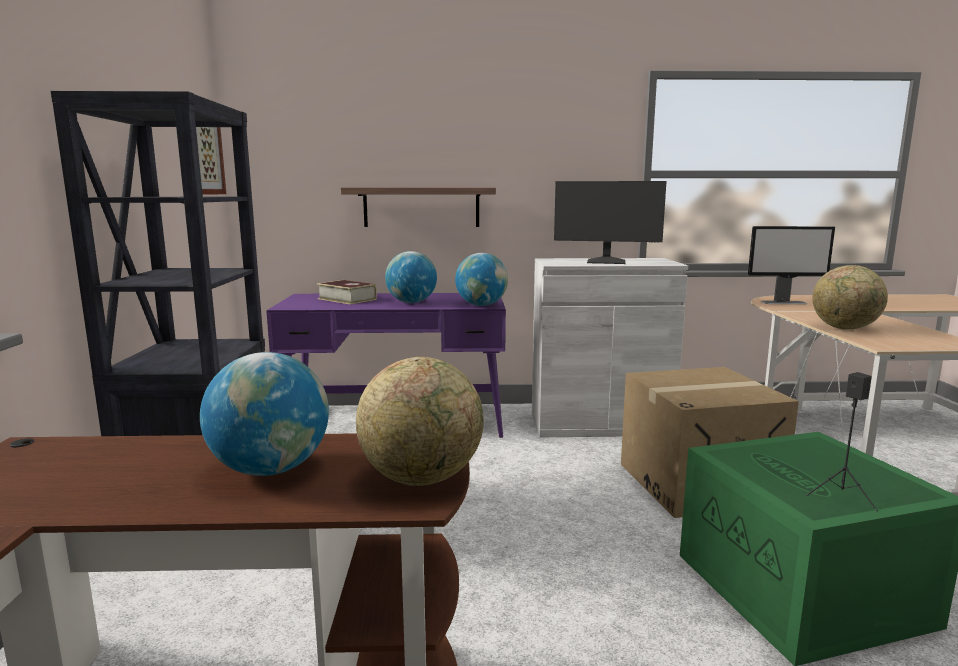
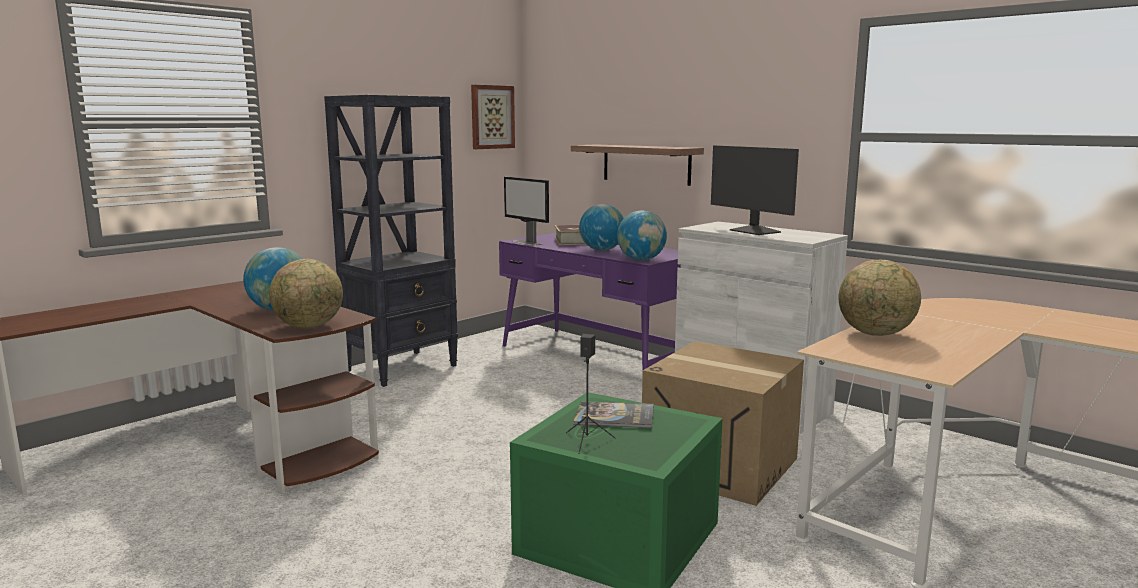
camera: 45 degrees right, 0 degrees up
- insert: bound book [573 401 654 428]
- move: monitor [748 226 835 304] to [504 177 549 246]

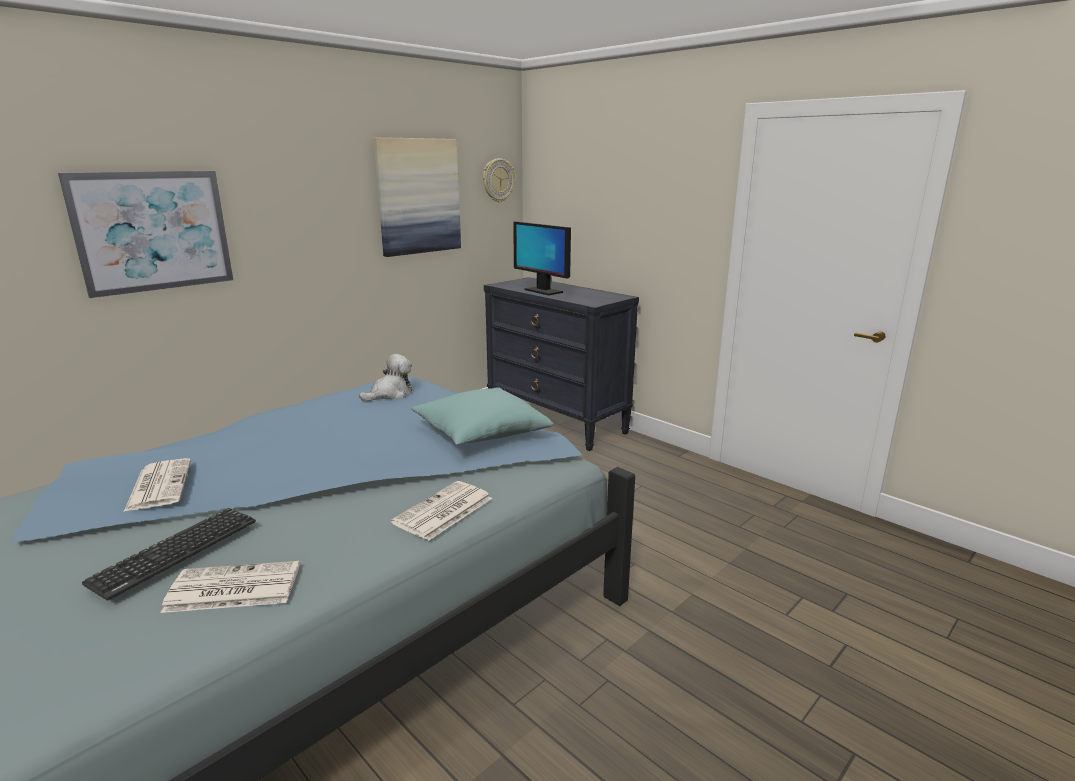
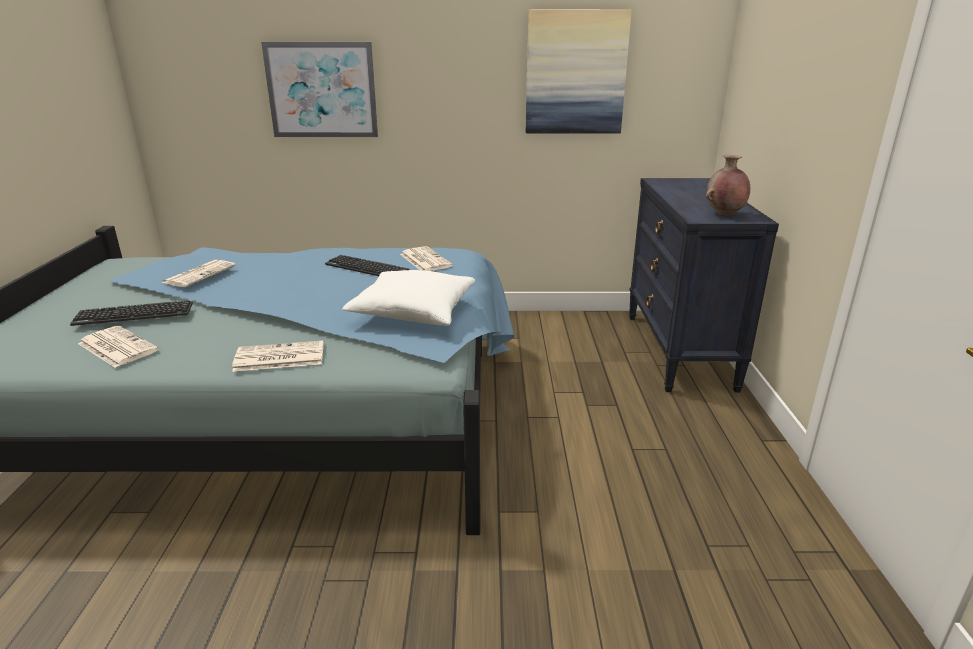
camera: 45 degrees right, 5 degrees up
- delete: hanging clock [483 159 515 202]
- delete: monitor [513 221 571 295]
- insert: keyboard [325 255 409 276]
- insert: brownish flower vase [706 155 750 216]
- replace: cuddly toy [359 354 412 401] to daily paper [400 246 453 271]
- recolor: turquoise-coloured throw pillow [411 387 554 445] to whitish throw pillow [342 270 475 326]

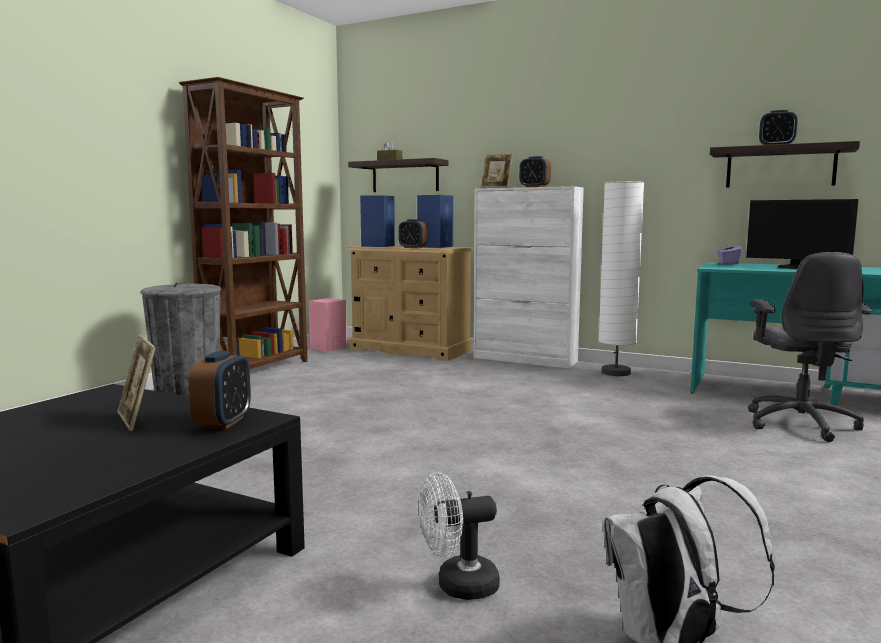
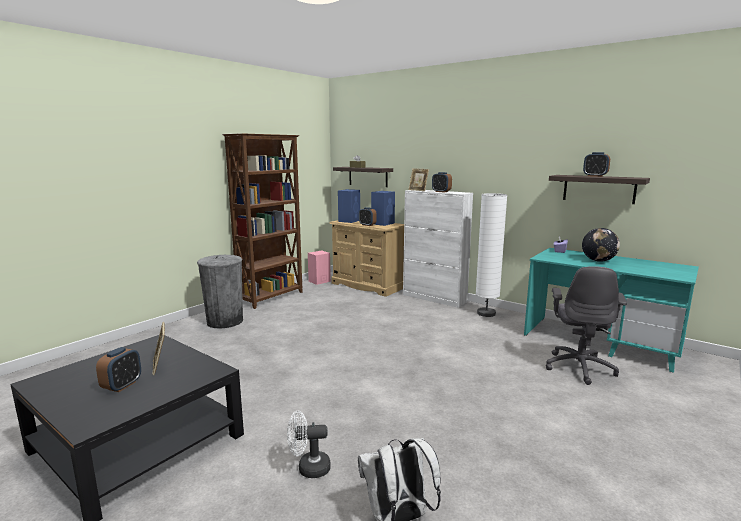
camera: 10 degrees right, 5 degrees up
- move: bedside clock [189 351 251 429] to [96 347 141 392]
- replace: monitor [746 199 859 269] to desk globe [582 228 620 262]

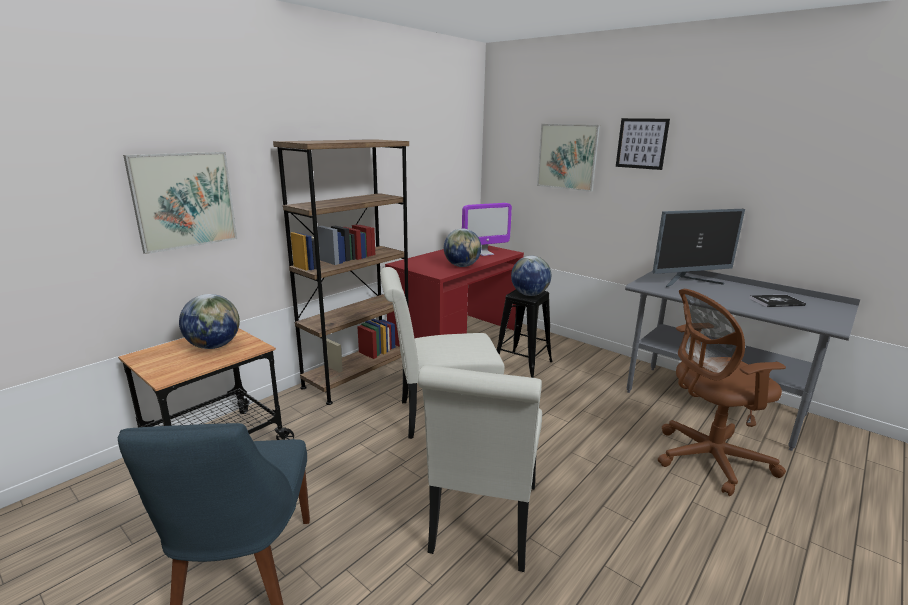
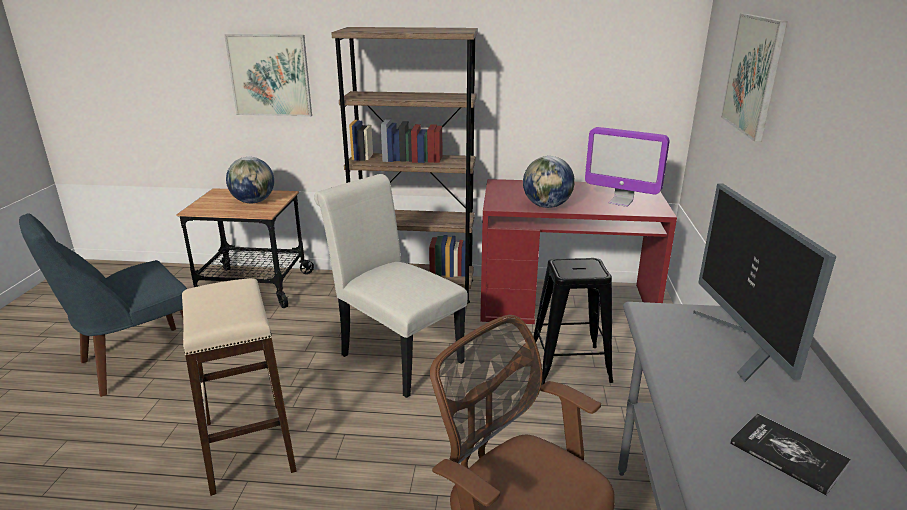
camera: 55 degrees right, 5 degrees up
- delete: desk globe [511 256 551 296]
- delete: wall art [616 118 670 170]
- replace: whitish plain chair [418 365 542 572] to beige-coloured stool [182 278 297 496]
- rotate: monitor [653 209 745 287] = [693 183 836 382] 45 degrees clockwise

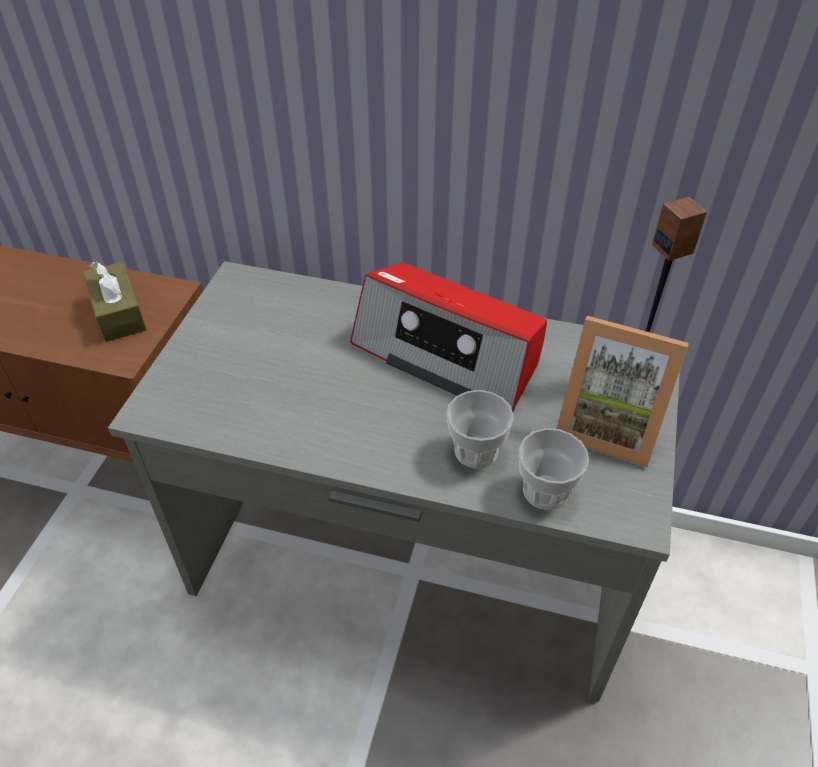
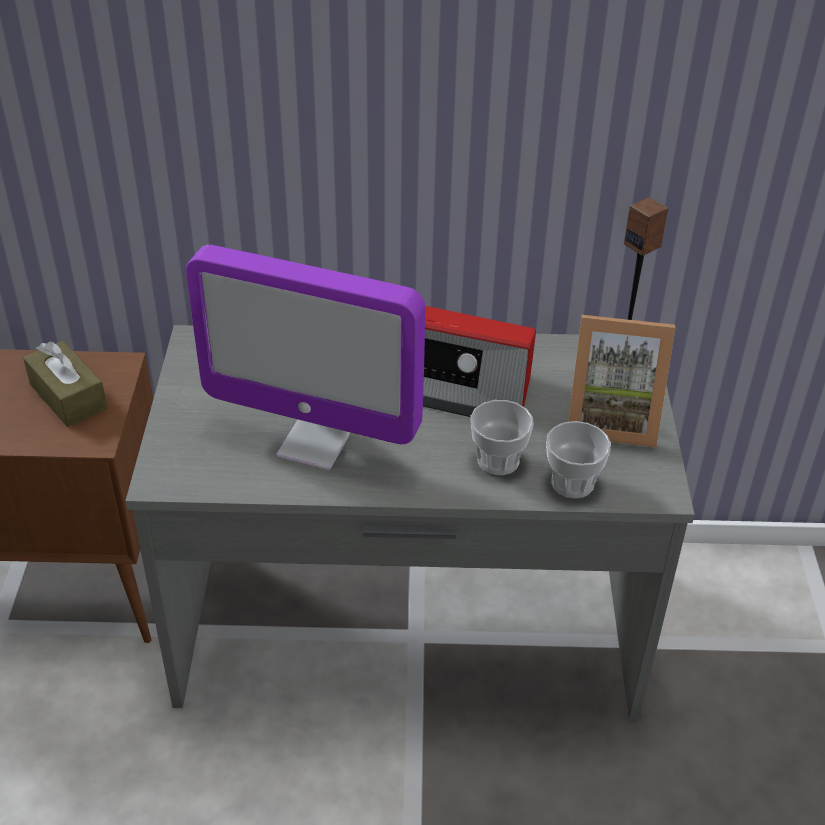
camera: 15 degrees left, 5 degrees down
- insert: monitor [186 245 425 470]

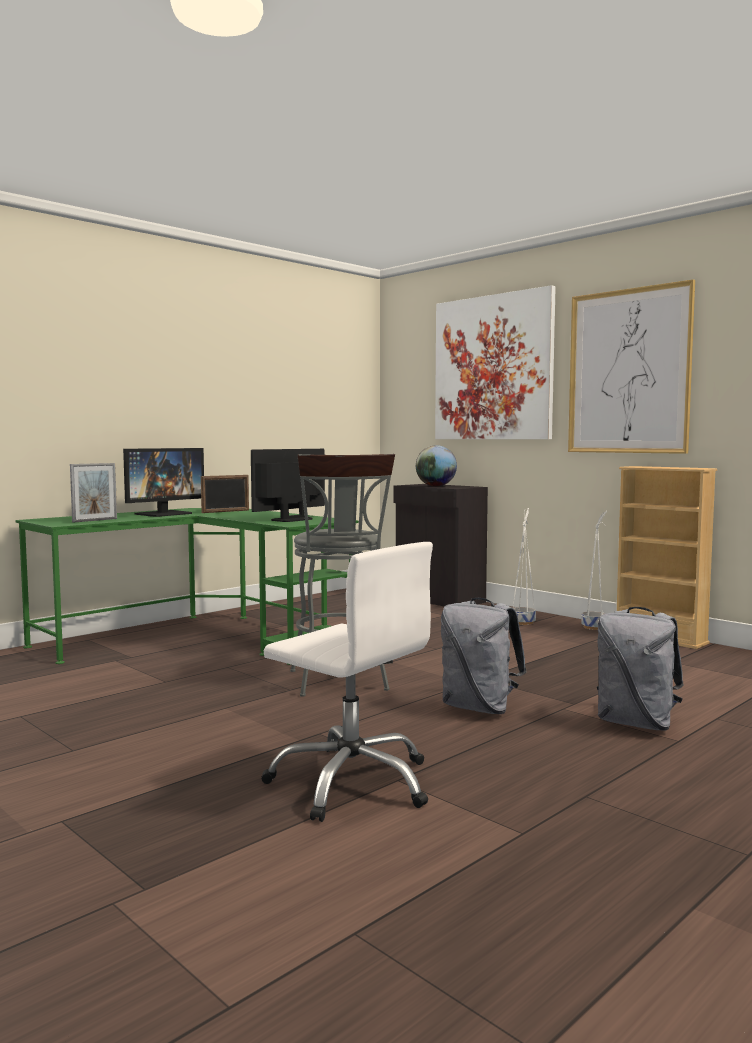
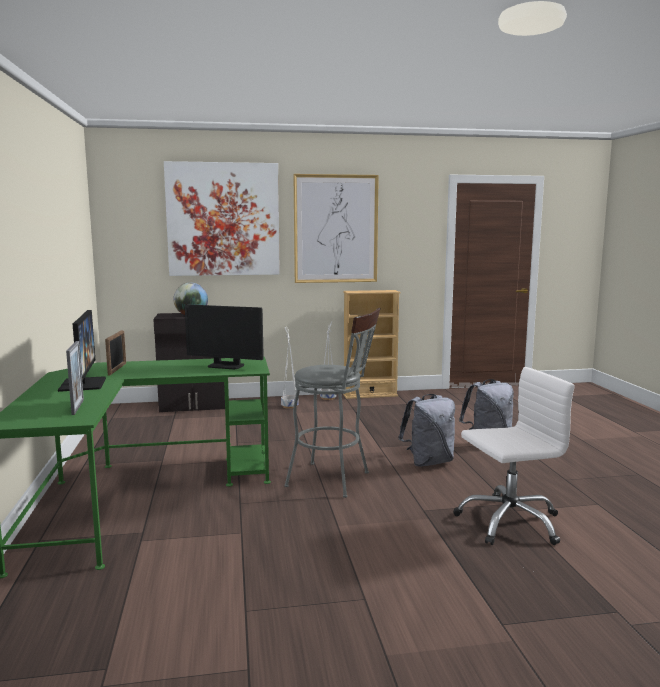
camera: 55 degrees left, 5 degrees up
- rotate: monitor [251 449 325 522] = [185 304 264 369] 60 degrees counterclockwise

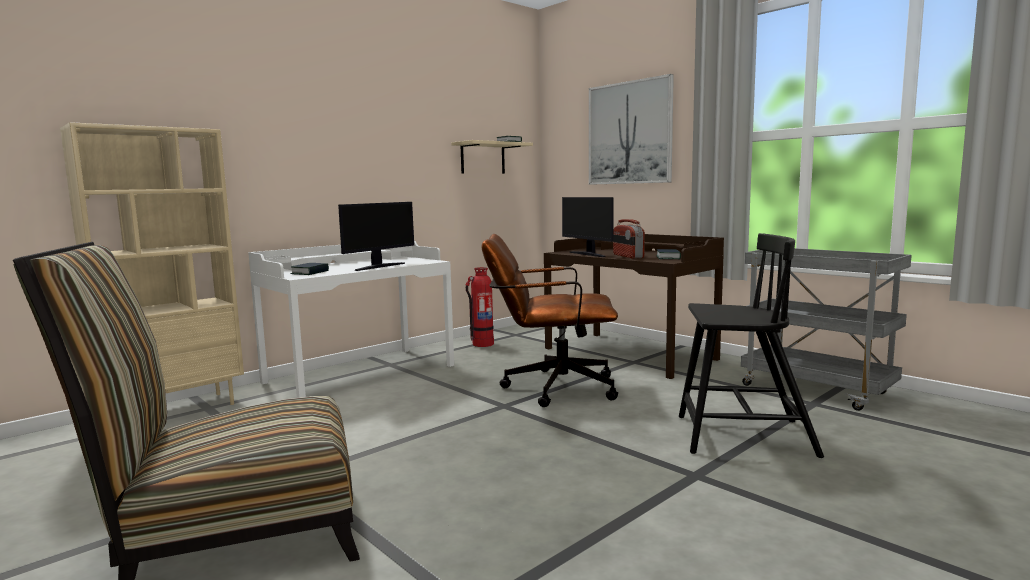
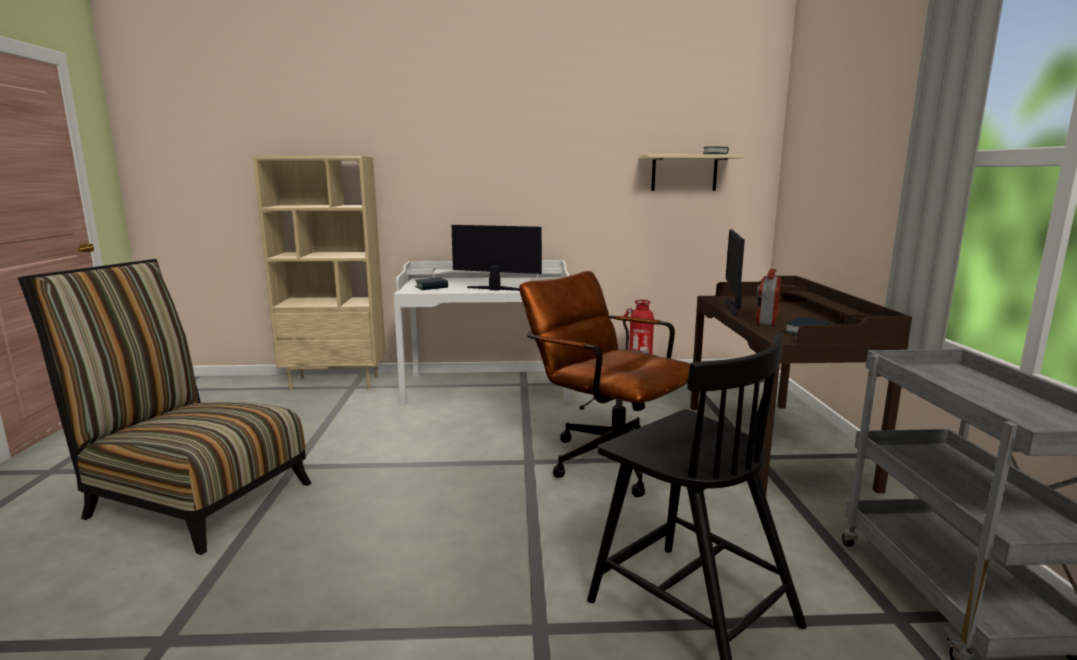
camera: 40 degrees right, 5 degrees up
- delete: wall art [589 74 674 185]
- rotate: monitor [338 202 414 271] = [452 225 542 291] 150 degrees counterclockwise

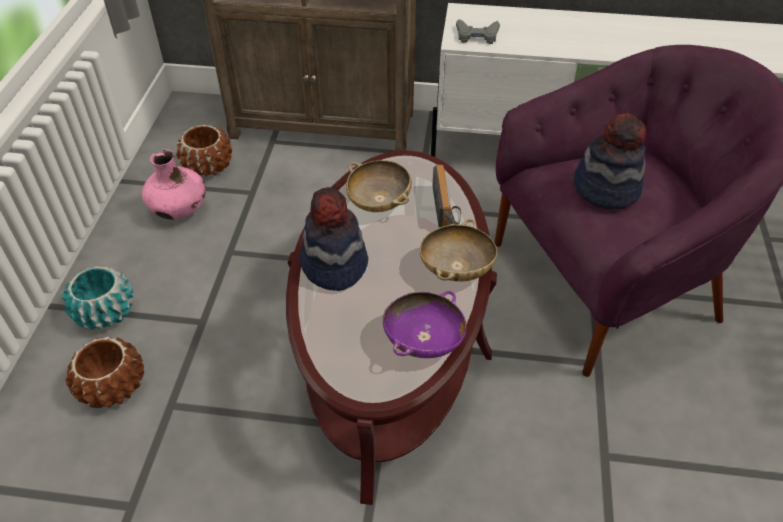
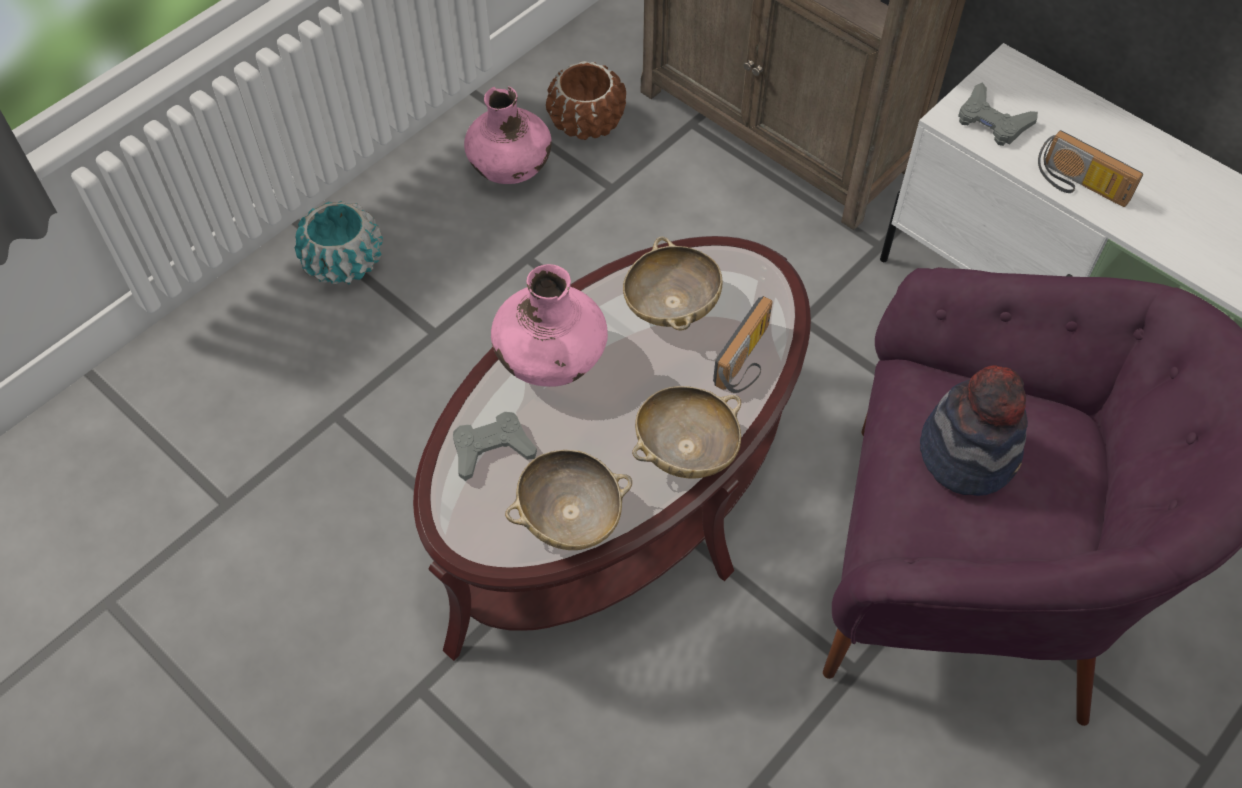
camera: 35 degrees right, 10 degrees up
- delete: brownish flower pot [65 336 144 408]
- insert: grey game controller [453 412 537 481]
- insert: radio [1038 130 1143 207]
- replace: clothing hat [300 187 368 291] to pink-coloured flower vase [491 264 608 387]
- recolor: purple serving bowl [383 291 467 358] to beige-coloured serving bowl [505 450 632 550]

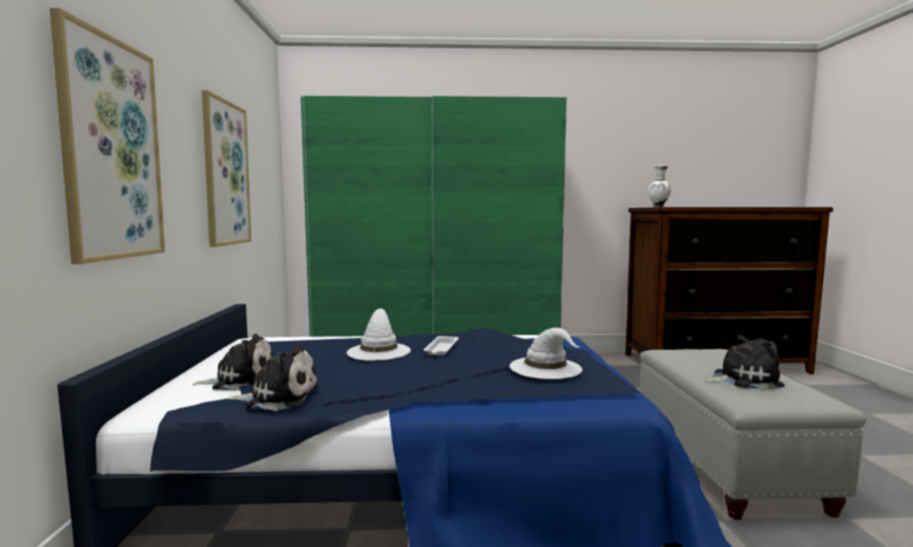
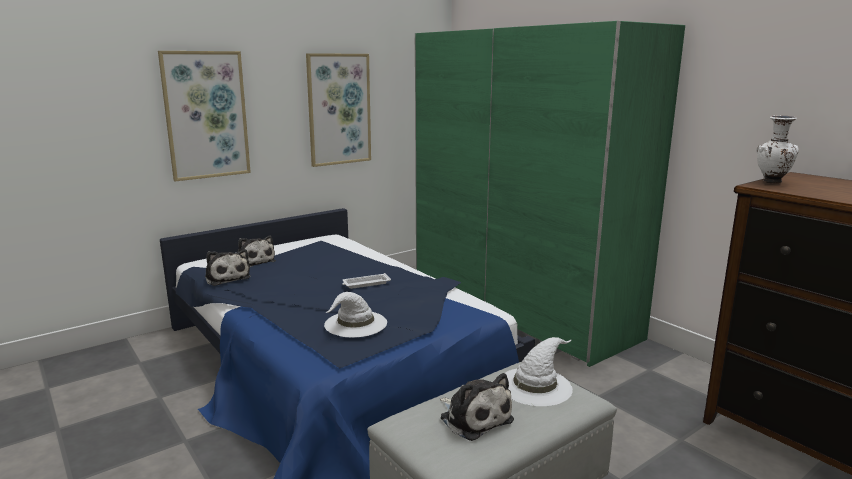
camera: 55 degrees right, 10 degrees up
- move: whitish clothing hat [347 309 411 361] to [505 337 573 406]

